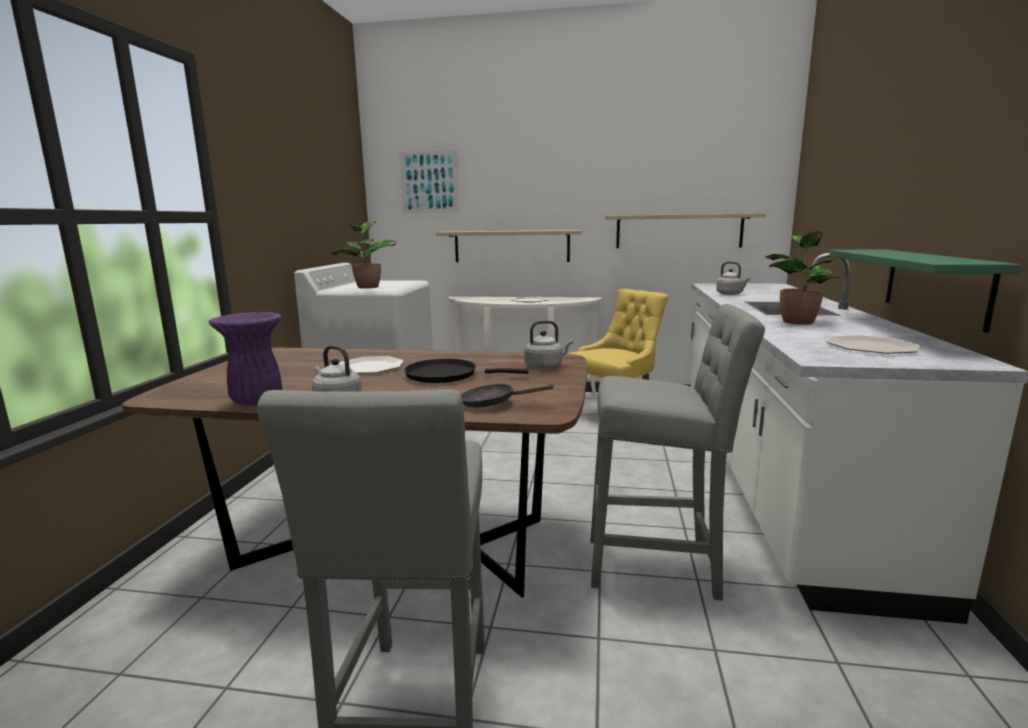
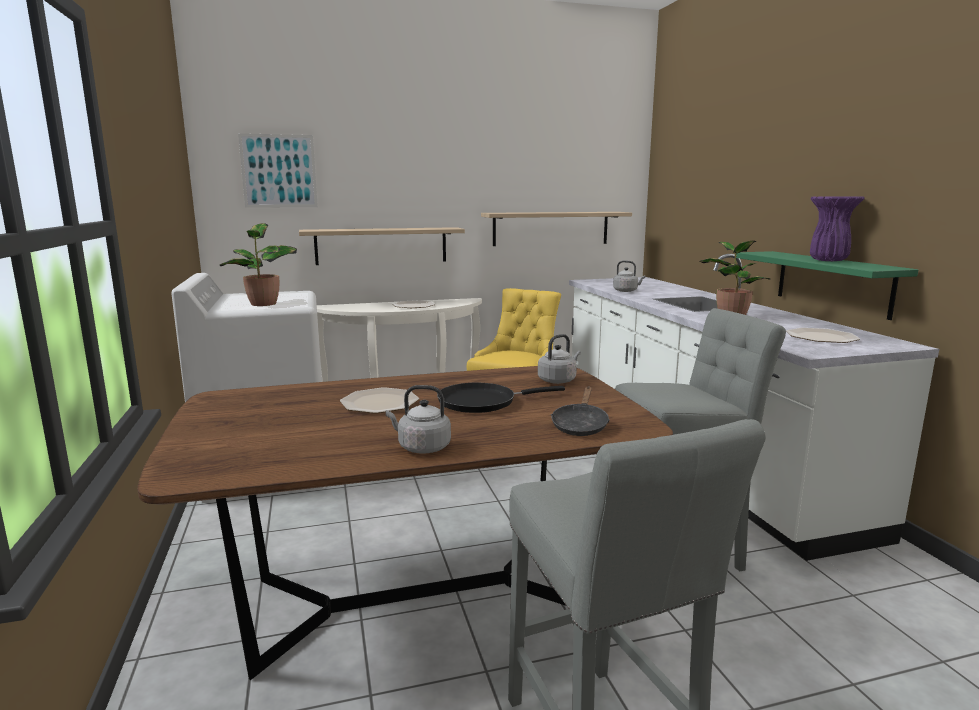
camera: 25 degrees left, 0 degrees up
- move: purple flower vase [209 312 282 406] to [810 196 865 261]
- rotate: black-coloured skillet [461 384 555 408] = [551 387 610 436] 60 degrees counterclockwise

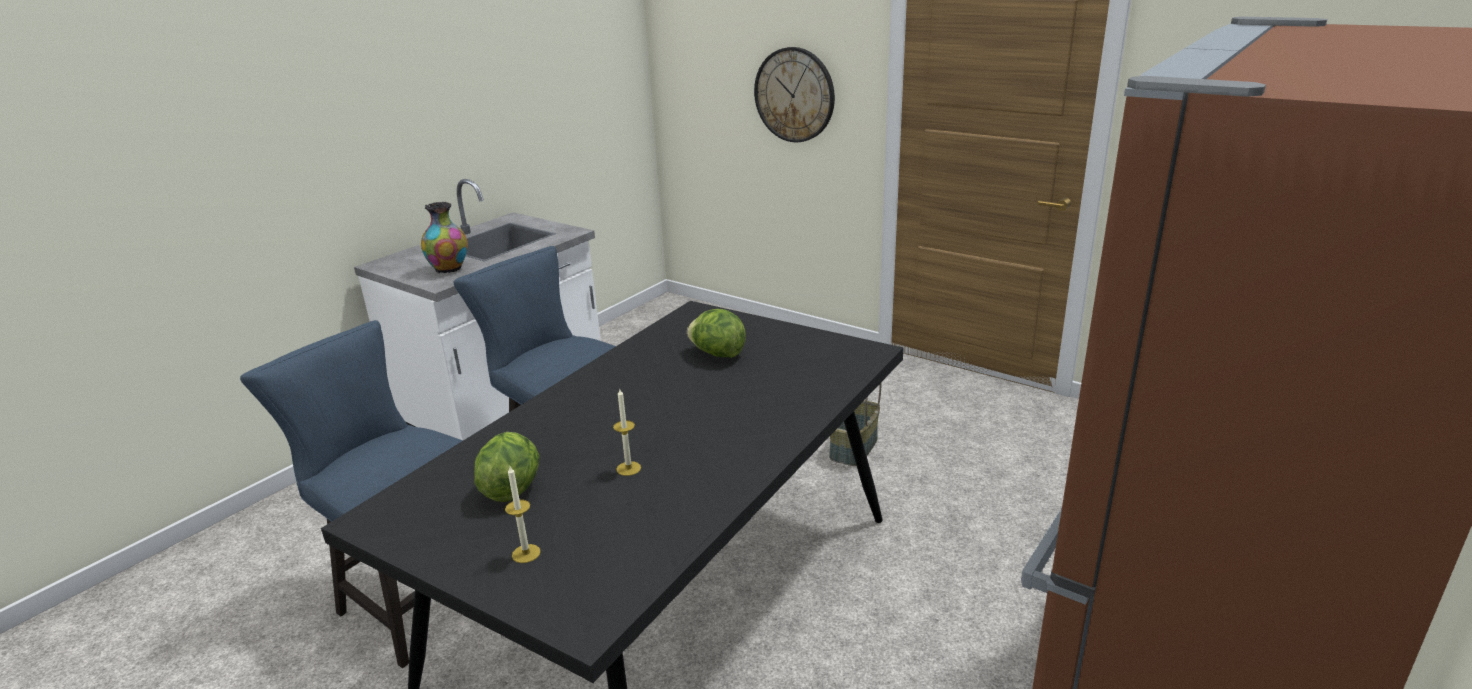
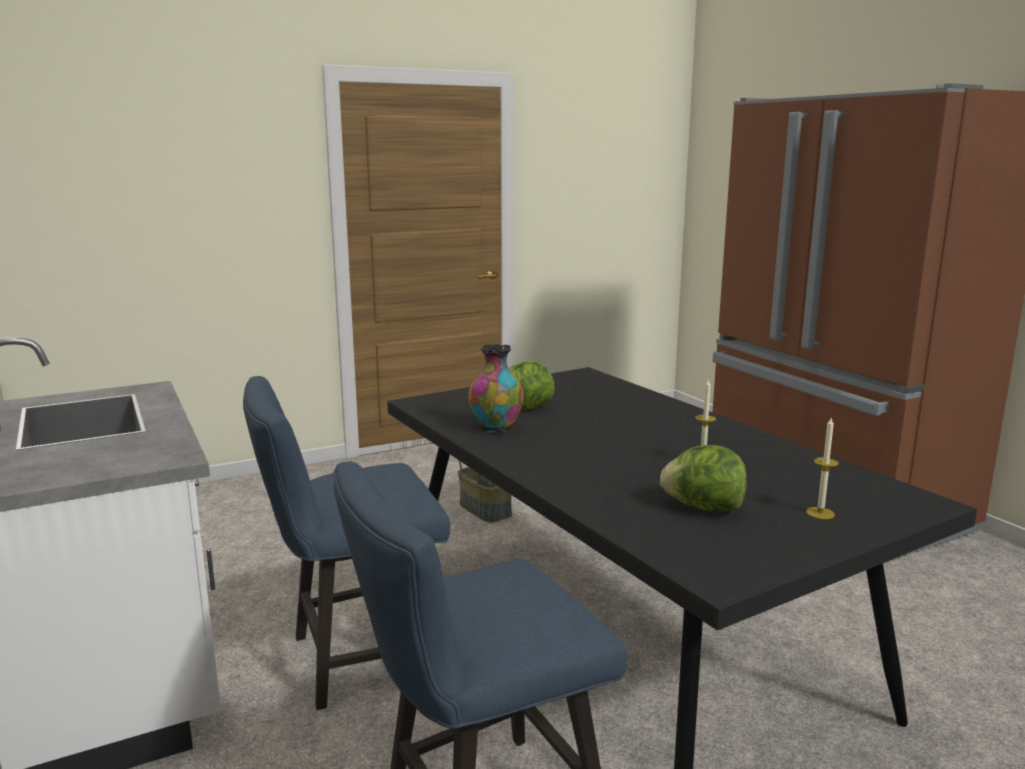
camera: 65 degrees left, 10 degrees down
- delete: hanging clock [754 47 835 142]
- move: flower vase [421 202 468 273] to [468 344 524 432]

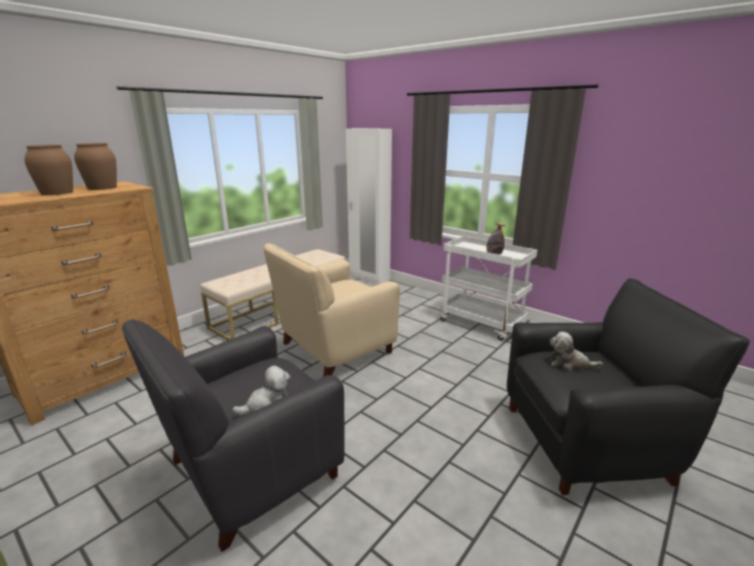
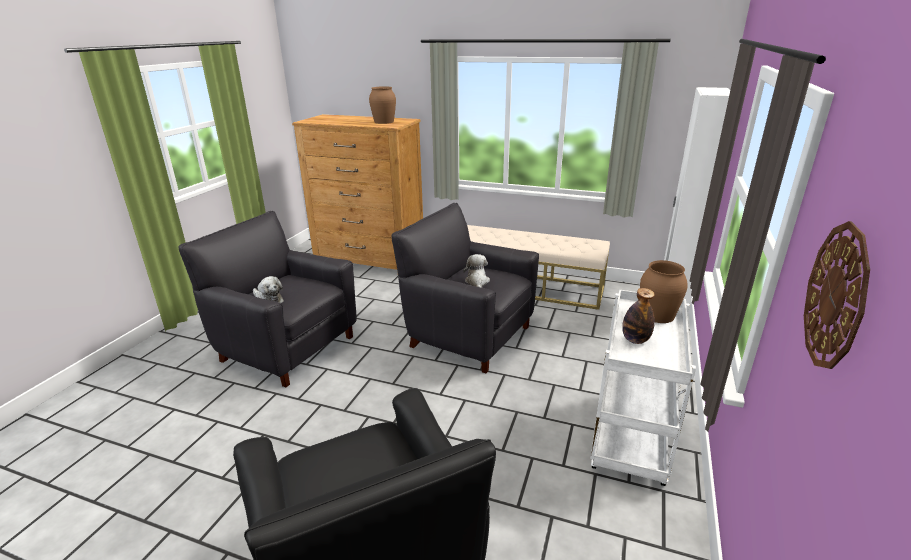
camera: 70 degrees right, 5 degrees up
- insert: hanging clock [804 221 870 369]
- move: brownish flower vase [24 145 73 195] to [640 260 688 323]
- move: cuddly toy [550 332 603 371] to [463 254 490 288]
- recolor: beige-coloured easy chair [264 243 400 377] to black-coloured easy chair [391 203 539 373]

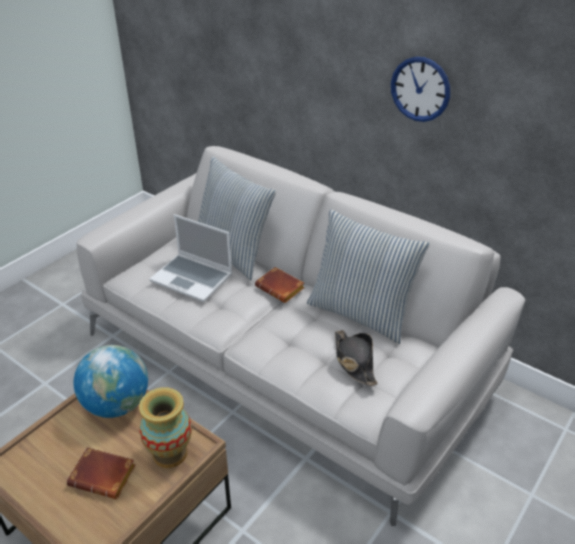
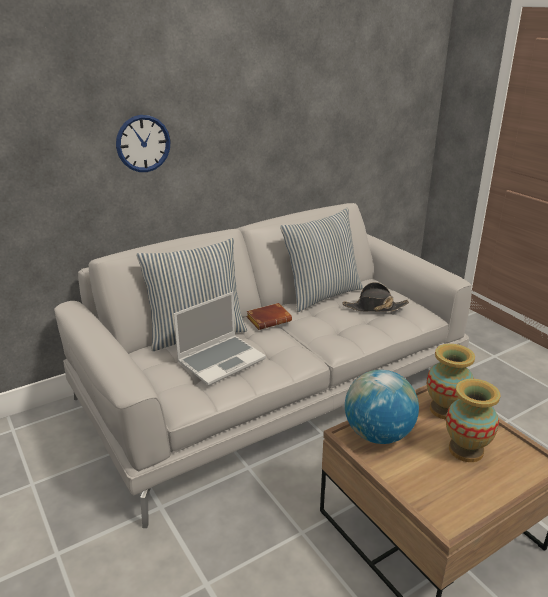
camera: 70 degrees left, 10 degrees down
- move: hanging clock [391 57 450 122] to [116 115 171 172]
- replace: brownish bound book [67 447 136 499] to flower vase [446 379 500 462]

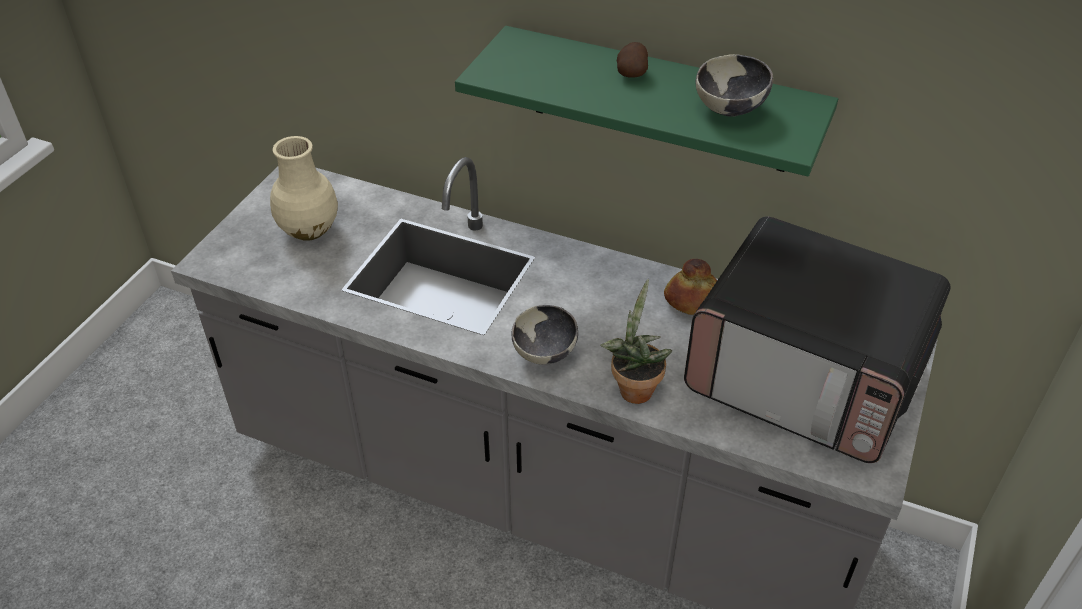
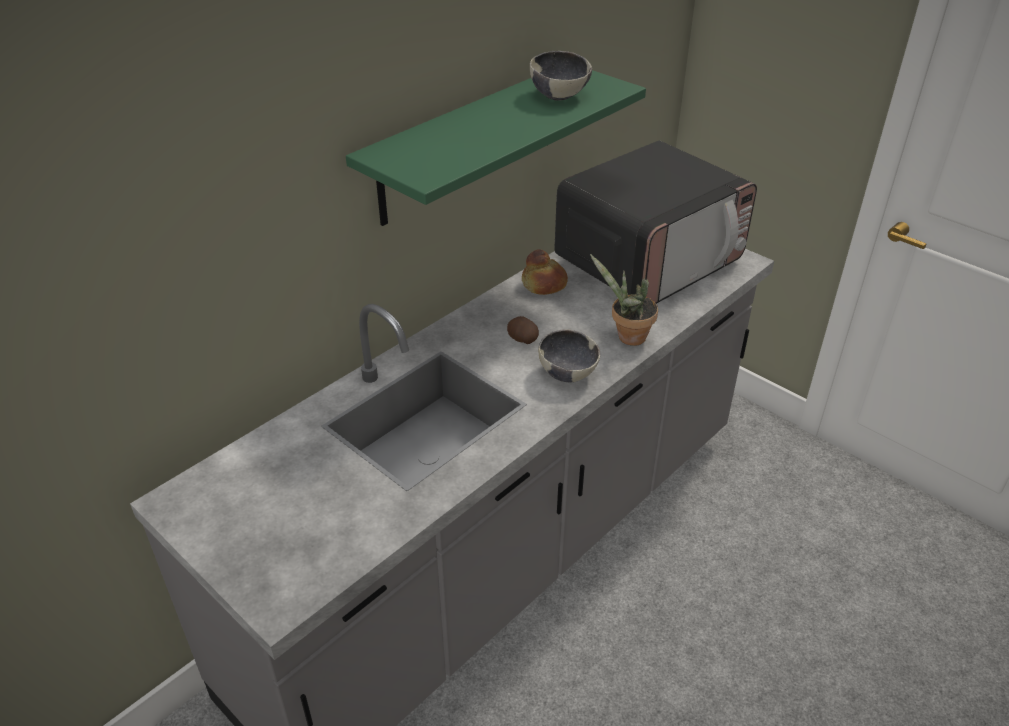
camera: 70 degrees left, 5 degrees down
- delete: beige-coloured flower vase [270 136 338 241]
- move: whole potato [617 42 648 78] to [507 316 539 344]

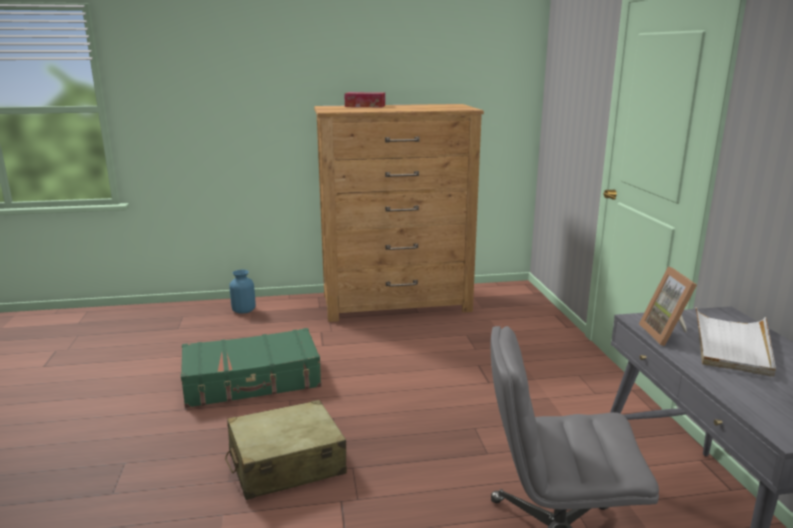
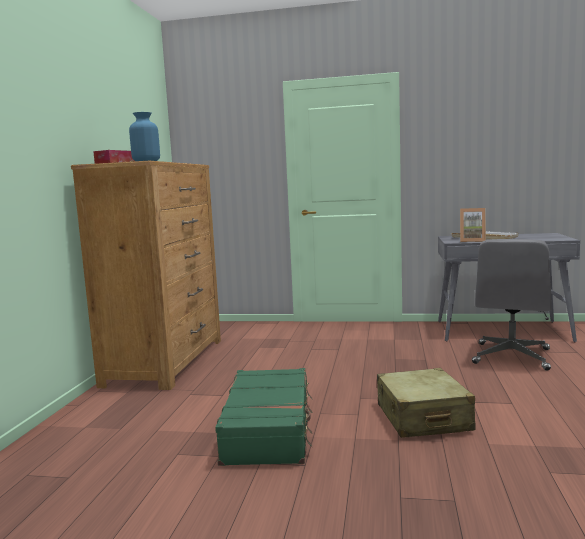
camera: 70 degrees left, 10 degrees down
- move: bluish flower vase [229 270 256 314] to [129 112 160 161]

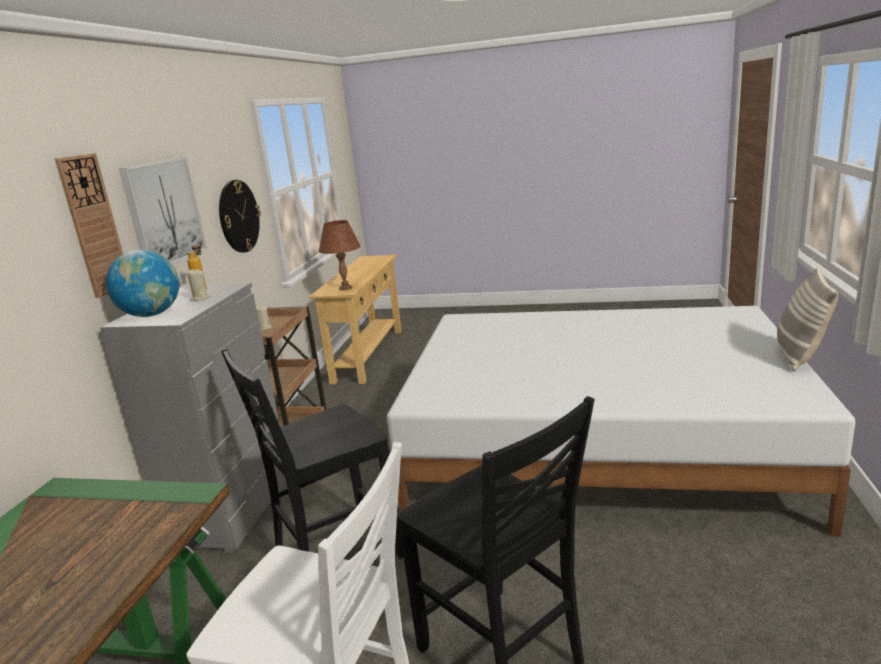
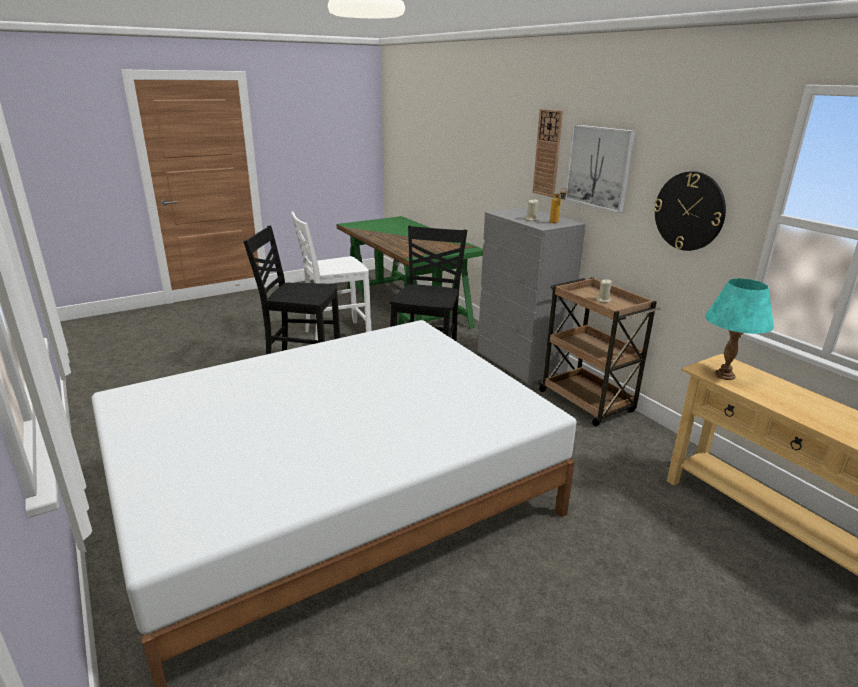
camera: 135 degrees right, 5 degrees up
- delete: desk globe [106 250 179 317]
- delete: throw pillow [777 266 839 371]
- recolor: brownish lamp for a table [319 220 361 291] to turquoise-coloured lamp for a table [705 278 774 380]

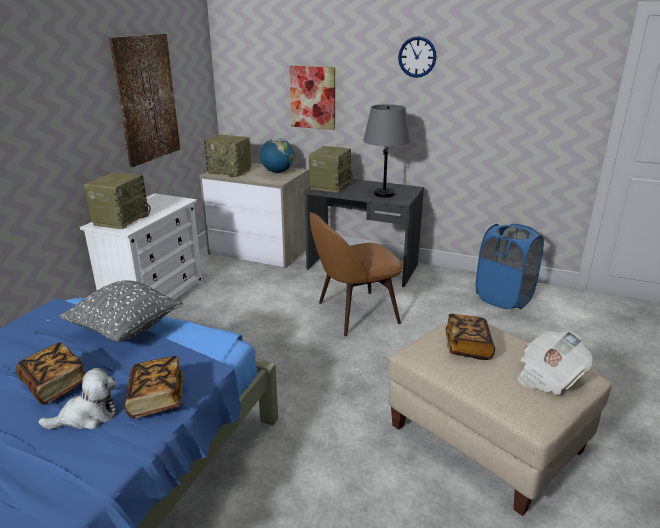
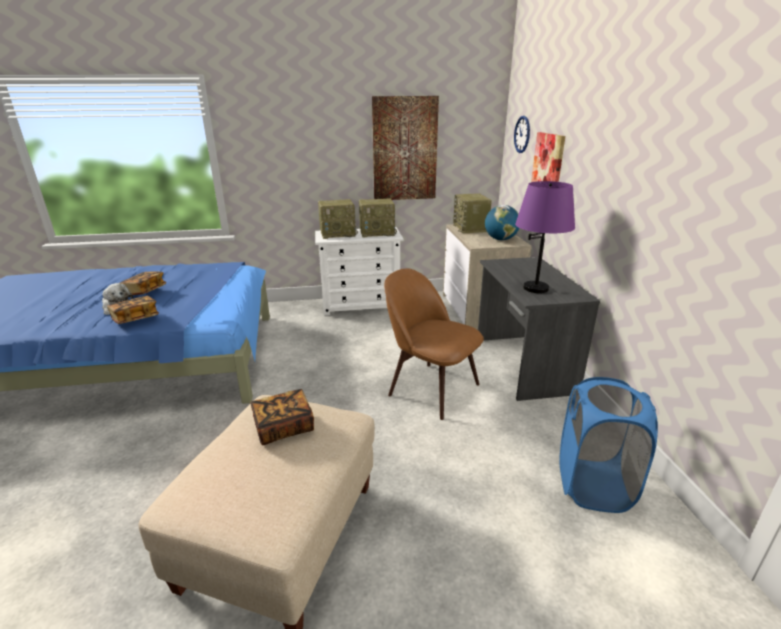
camera: 60 degrees right, 0 degrees up
- delete: grey throw pillow [59 280 183 342]
- delete: daily paper [517 331 592 395]
- move: radio [309 146 353 193] to [359 199 397 237]
- move: hanging clock [398 36 437 78] to [514 116 530 153]
- recolor: grey lamp for a table [363 104 410 197] to purple lamp for a table [515 181 575 293]

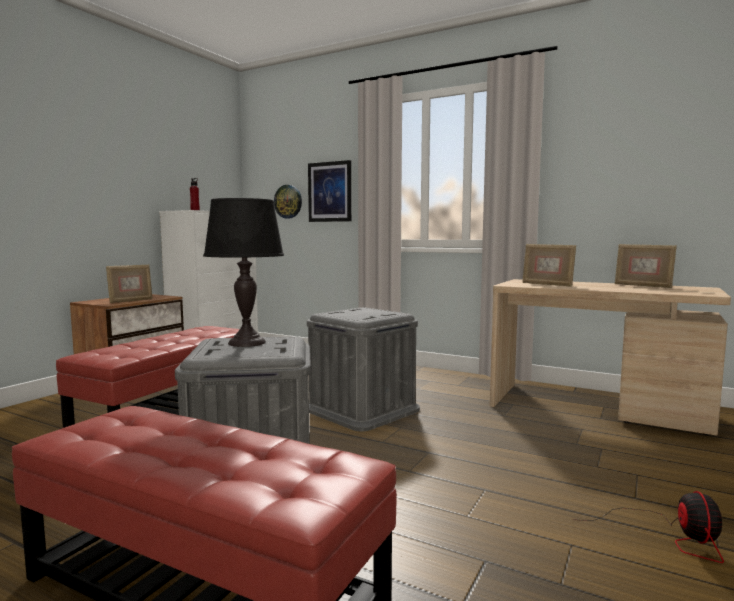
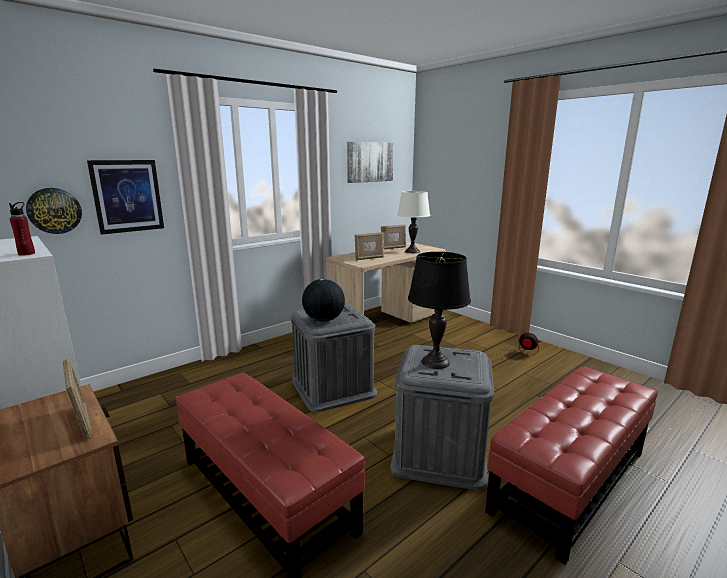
camera: 70 degrees left, 10 degrees up
- insert: desk globe [302 279 345 322]
- insert: wall art [347 142 394 183]
- insert: whitish lamp for a table [397 191 430 253]

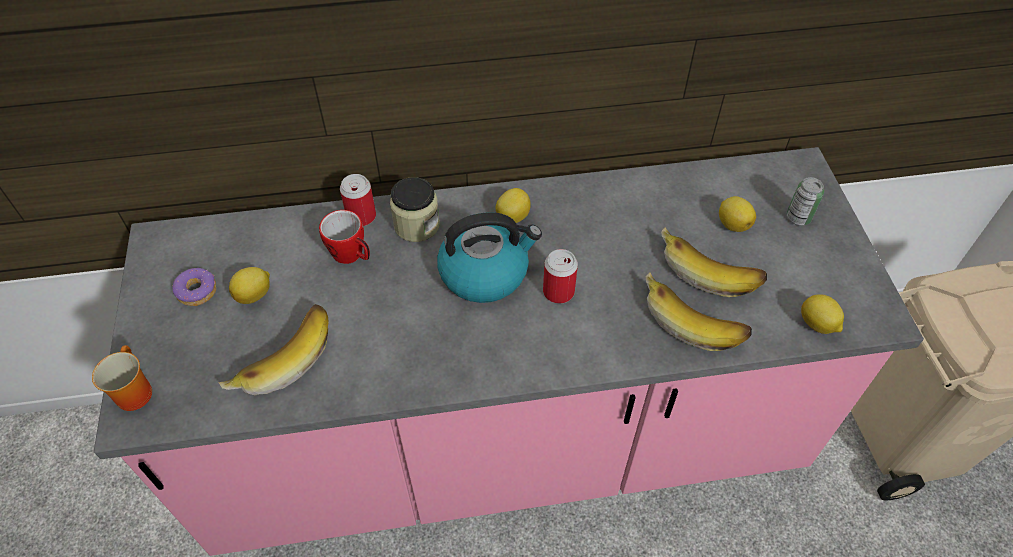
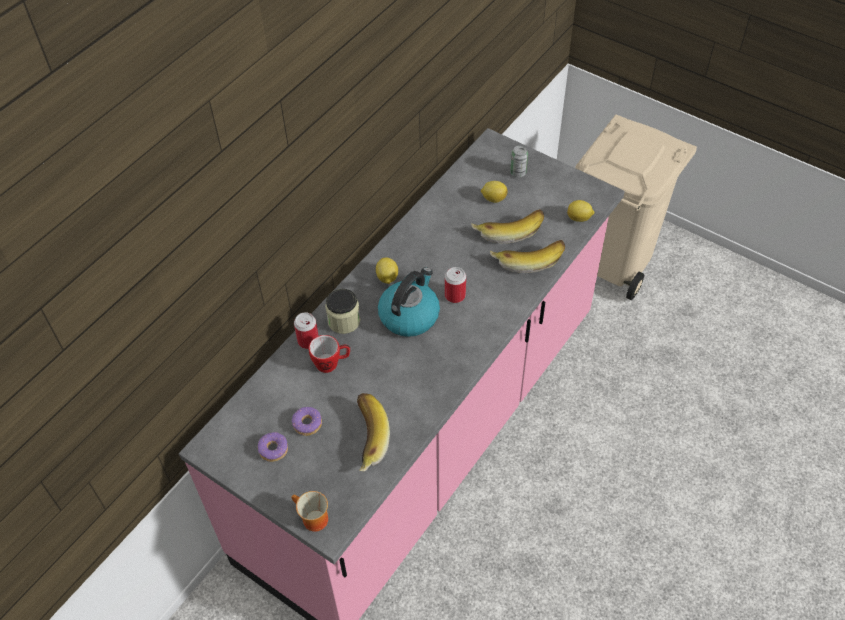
camera: 45 degrees left, 0 degrees up
- replace: whole lemon [229 267 270 304] to donut [292 407 322 436]

